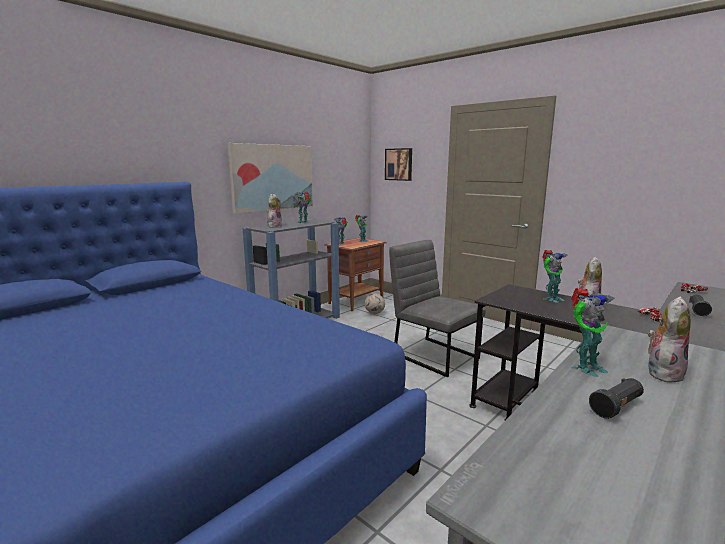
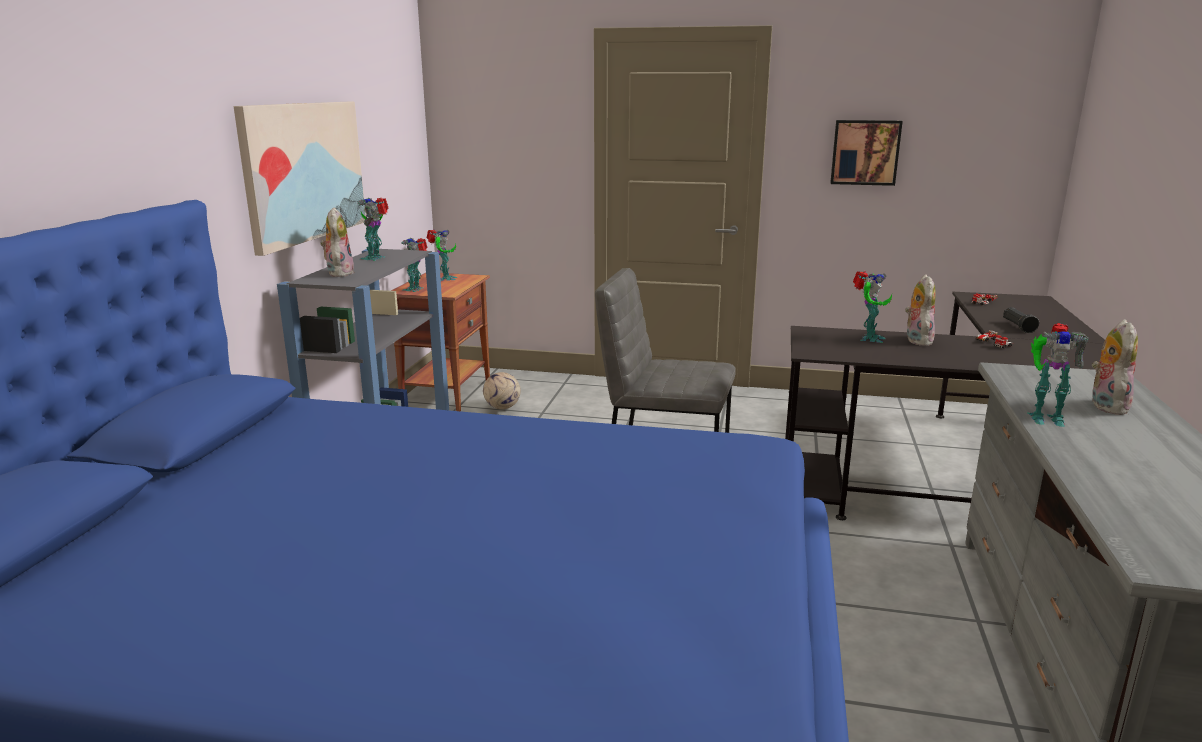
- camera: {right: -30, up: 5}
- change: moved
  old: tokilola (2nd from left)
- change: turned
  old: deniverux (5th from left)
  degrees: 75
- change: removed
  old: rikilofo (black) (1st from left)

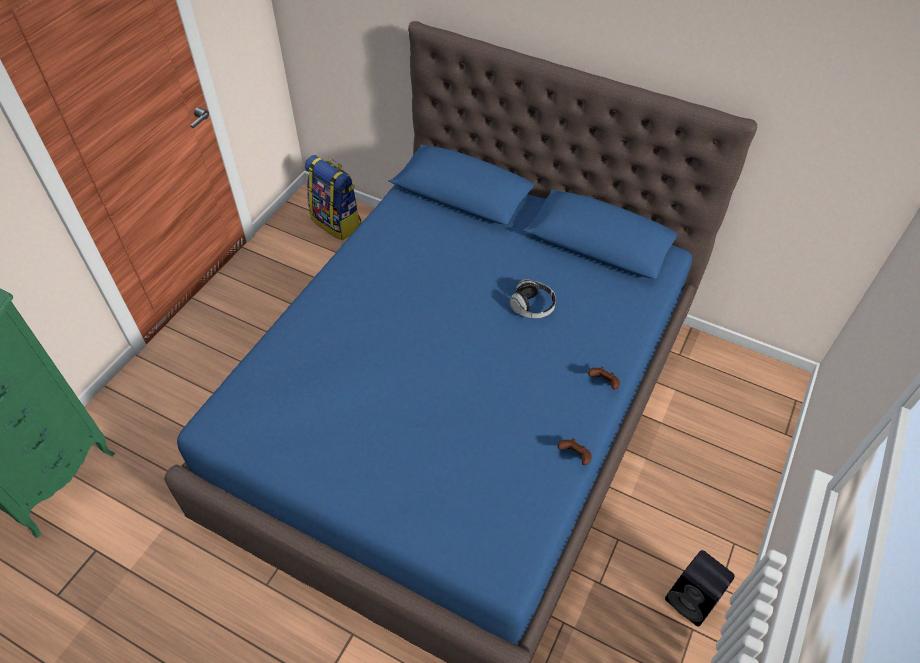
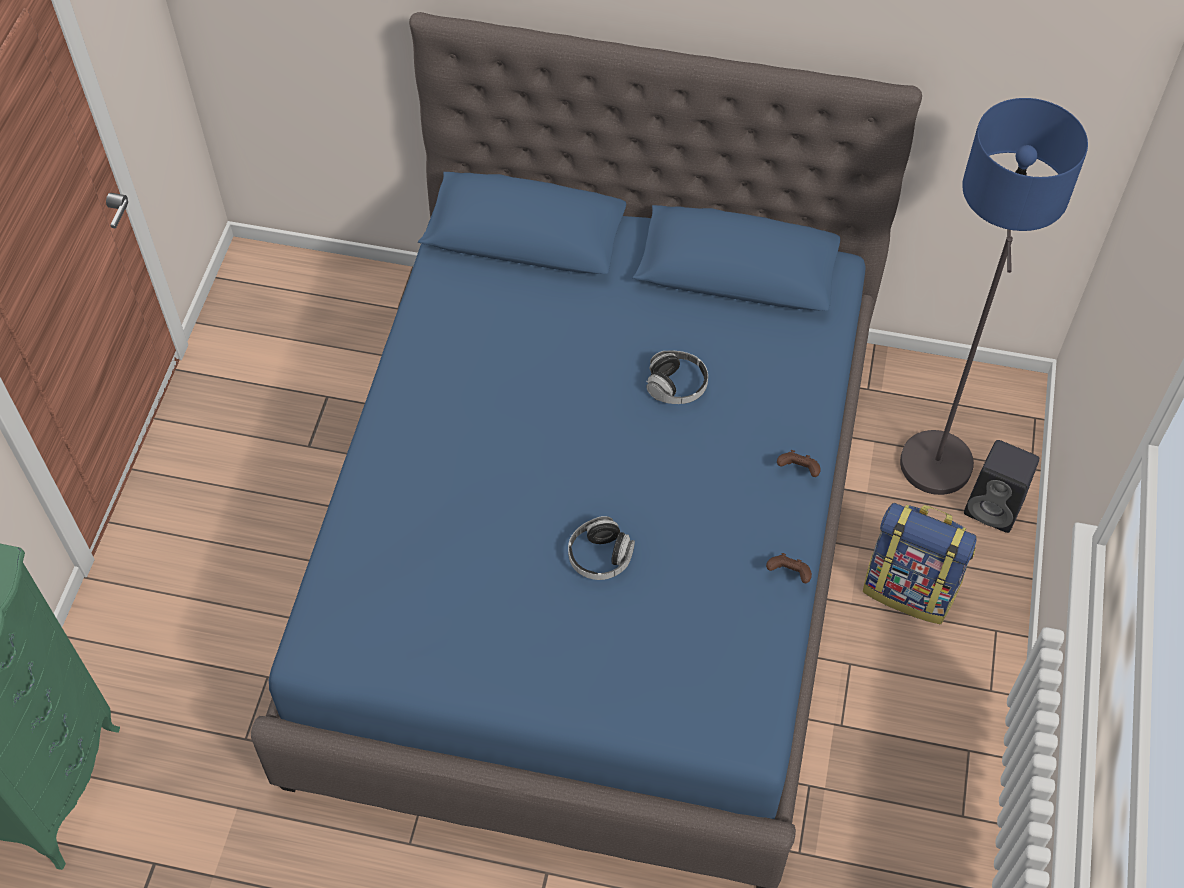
- camera: {right: -15, up: 5}
- change: moved
  old: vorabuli
- change: moved
  old: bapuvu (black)
- change: added
  new: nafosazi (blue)
- change: added
  new: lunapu (1st from left)

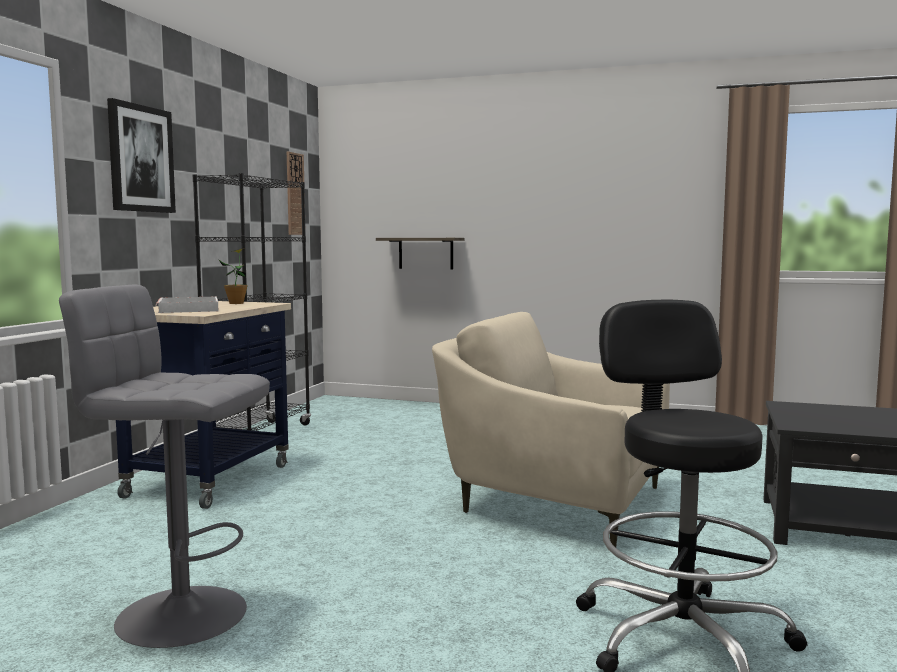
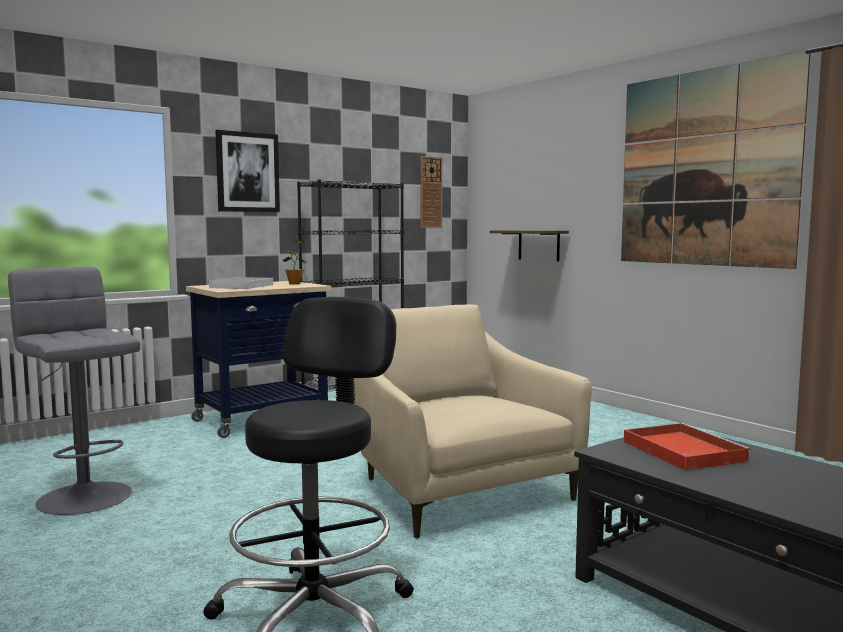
- camera: {right: 35, up: 0}
- change: added
  new: tokilola (2nd from left)
- change: added
  new: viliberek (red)

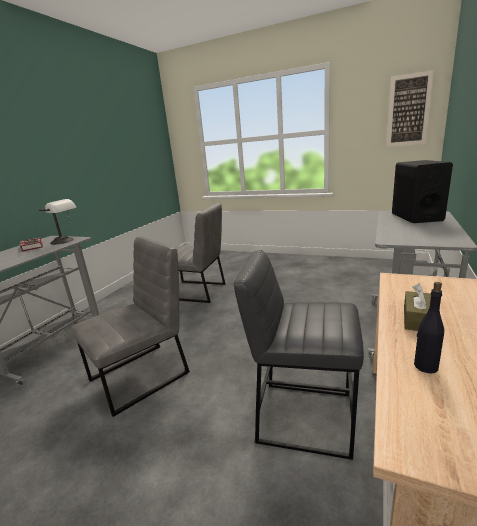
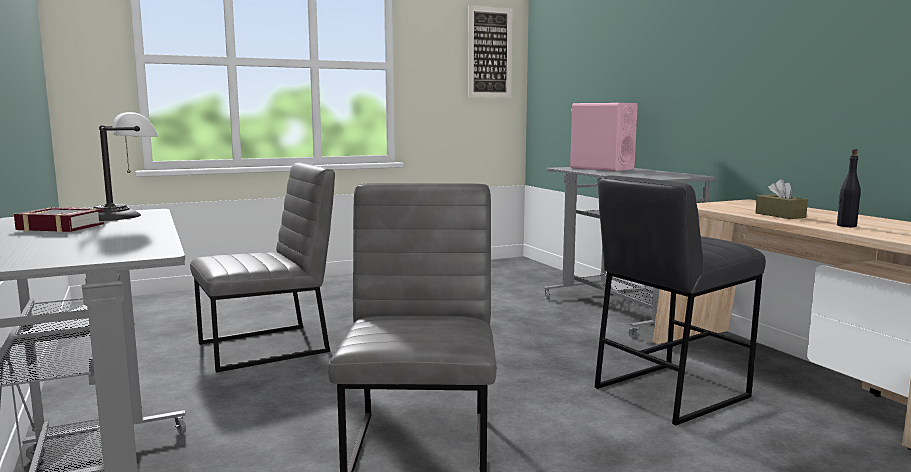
- camera: {right: -50, up: -10}
- change: recoloured
  old: bapuvu (black)
  new: bapuvu (pink)

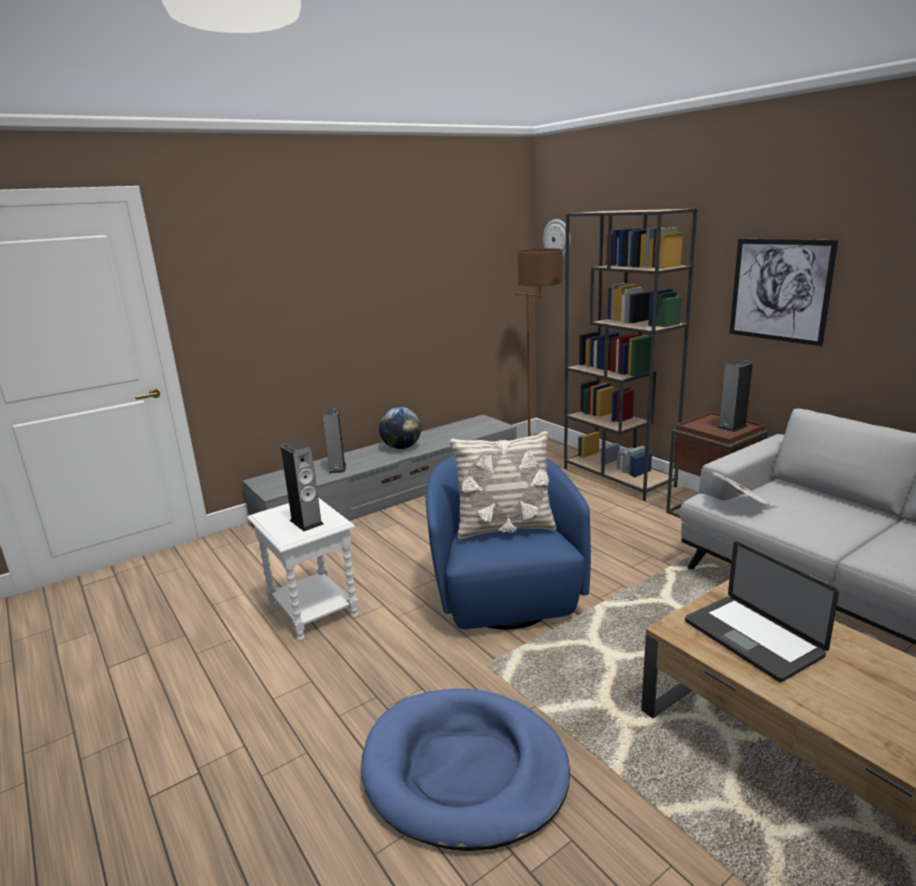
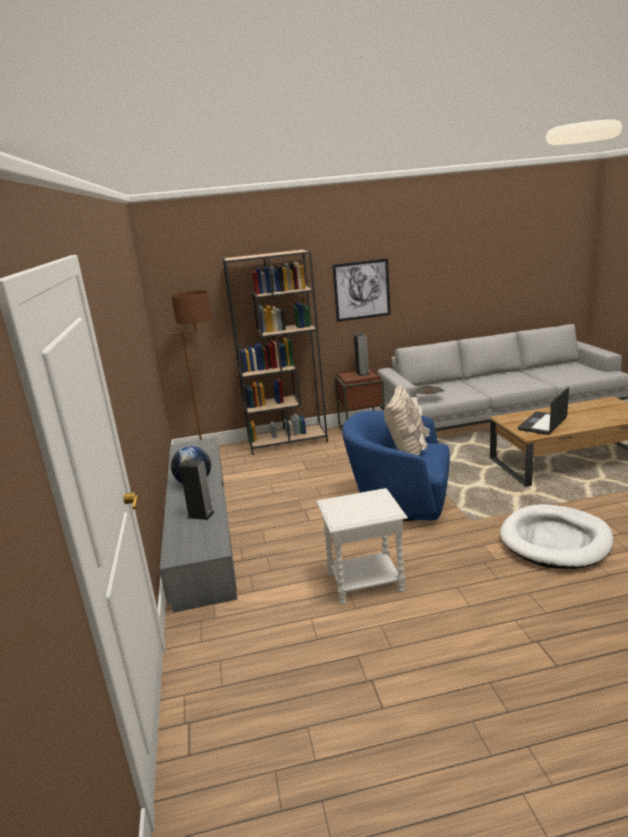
- camera: {right: -65, up: 0}
- change: removed
  old: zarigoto
- change: removed
  old: bapuvu (1st from left)
- change: turned
  old: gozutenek
  degrees: 135
- change: recoloured
  old: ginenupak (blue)
  new: ginenupak (white)

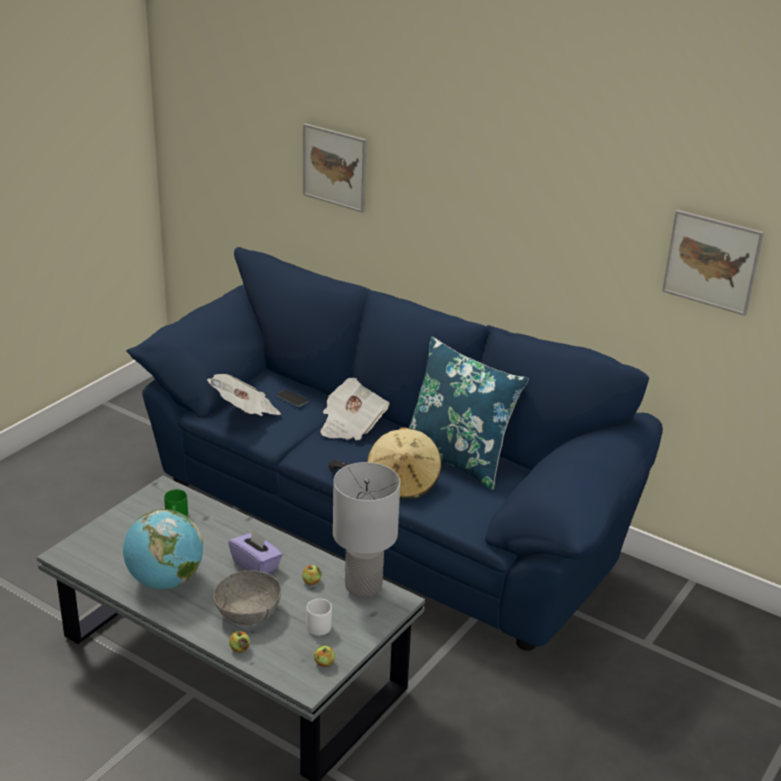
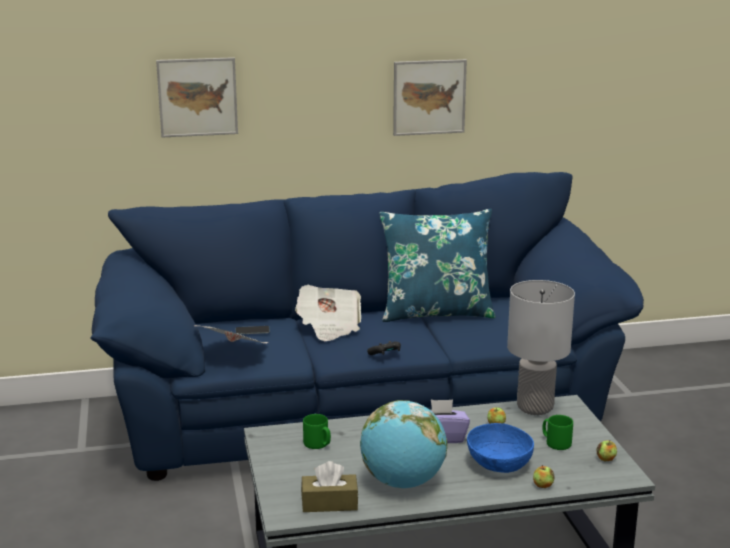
- camera: {right: -45, up: -10}
- change: moved
  old: tokilola (2nd from left)
- change: removed
  old: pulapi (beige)
- change: recoloured
  old: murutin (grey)
  new: murutin (blue)
- change: recoloured
  old: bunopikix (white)
  new: bunopikix (green) (2nd from left)
- change: added
  new: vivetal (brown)

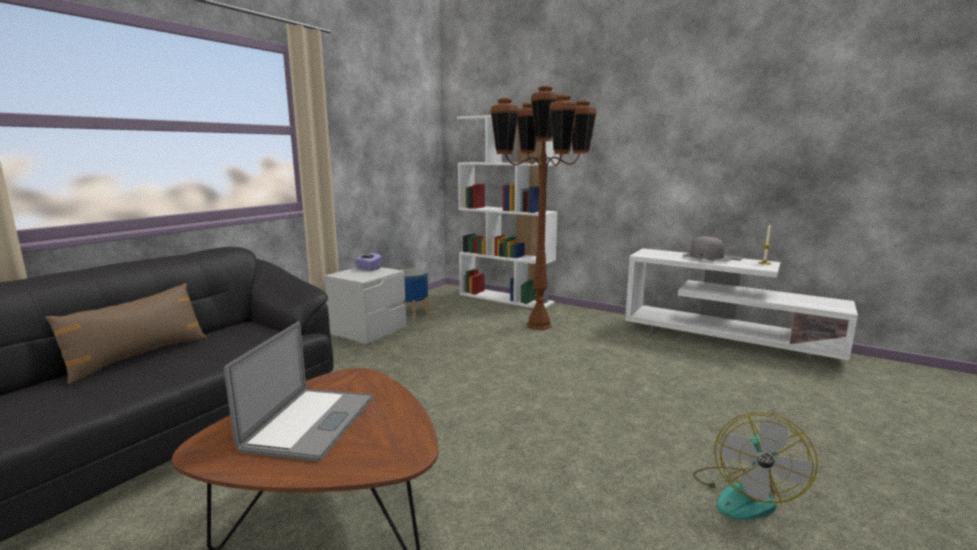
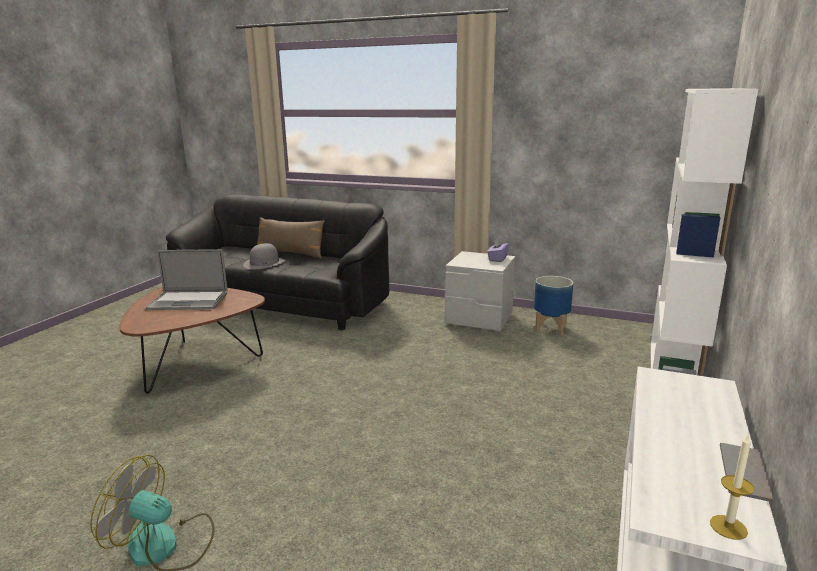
- camera: {right: 80, up: 5}
- change: removed
  old: nafosazi (brown)
- change: moved
  old: pulapi (grey)

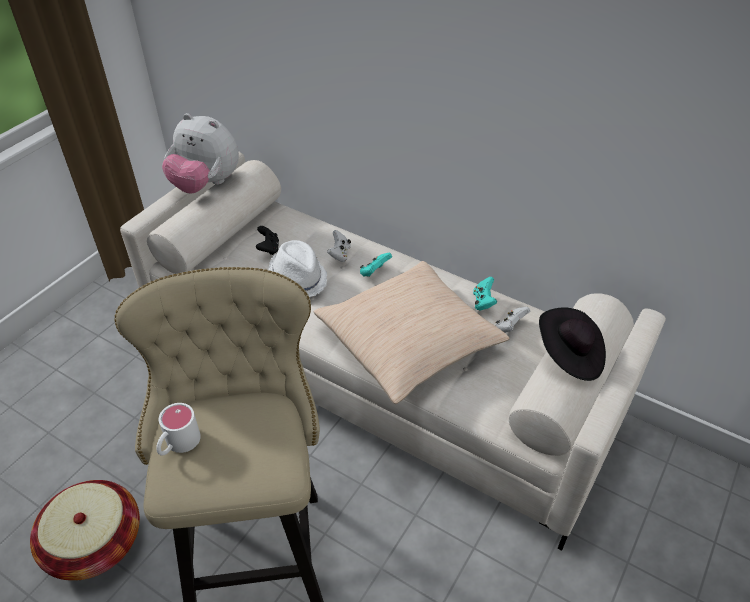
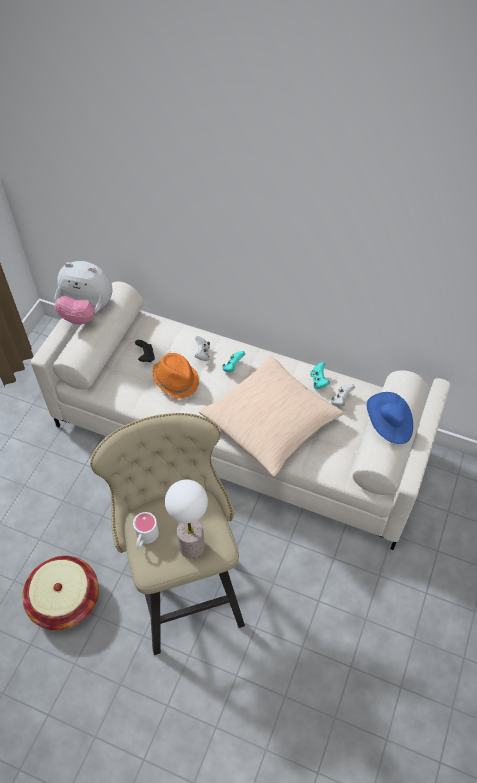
- camera: {right: -10, up: 10}
- change: recoloured
  old: pulapi (white)
  new: pulapi (orange)
- change: recoloured
  old: pulapi (black)
  new: pulapi (blue)
- change: added
  new: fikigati

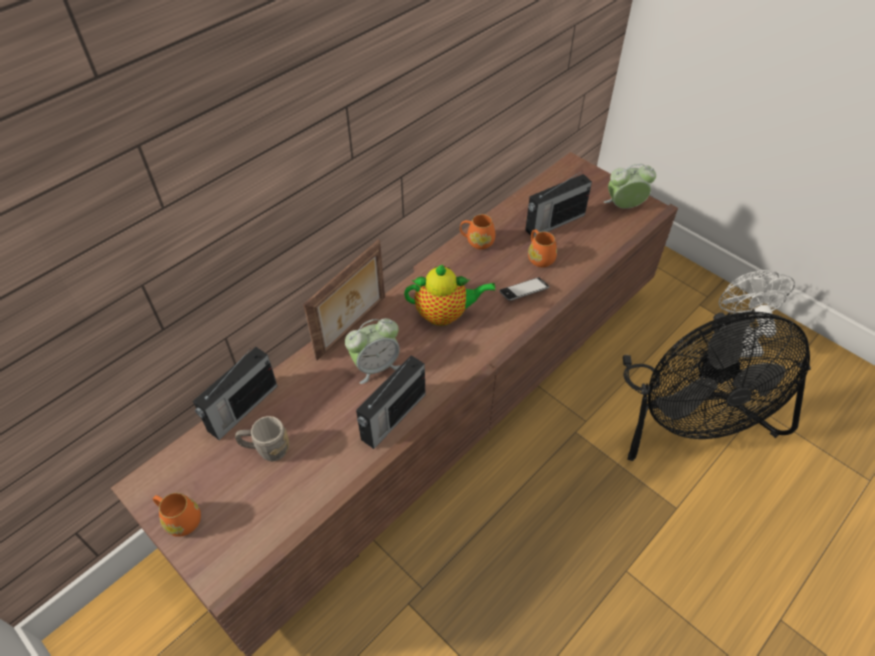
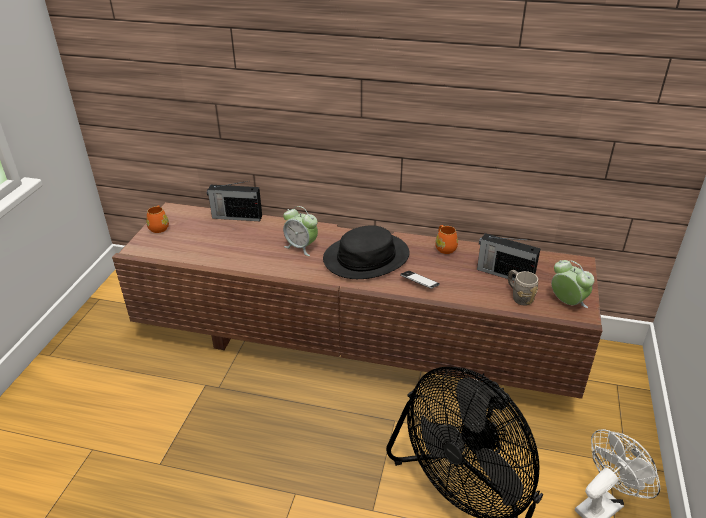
- camera: {right: 60, up: -15}
- change: removed
  old: bunopikix (orange) (3rd from left)
- change: removed
  old: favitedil
- change: replaced
  old: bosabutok
  new: pulapi (black)
- change: removed
  old: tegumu (2nd from left)
- change: moved
  old: bunopikix (grey)

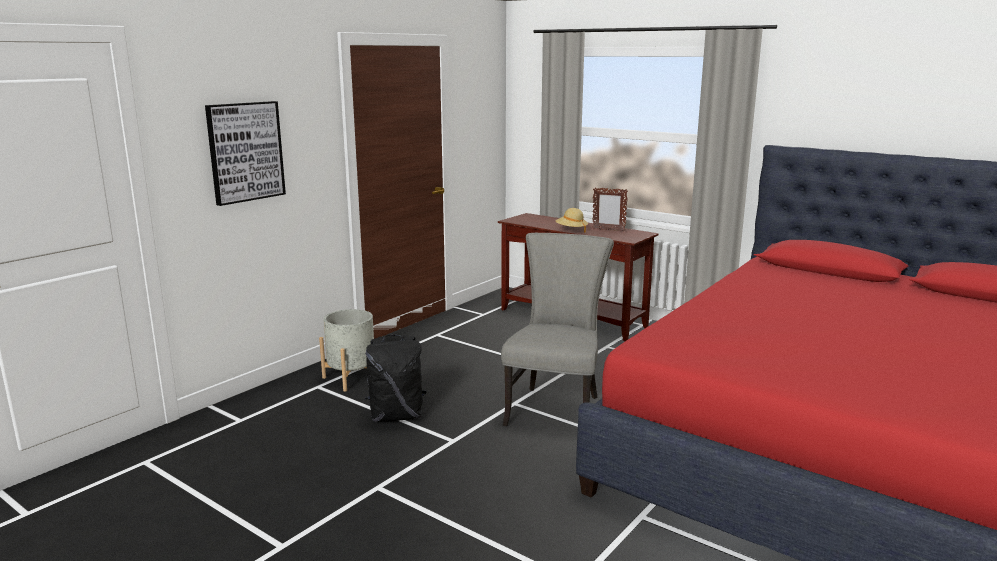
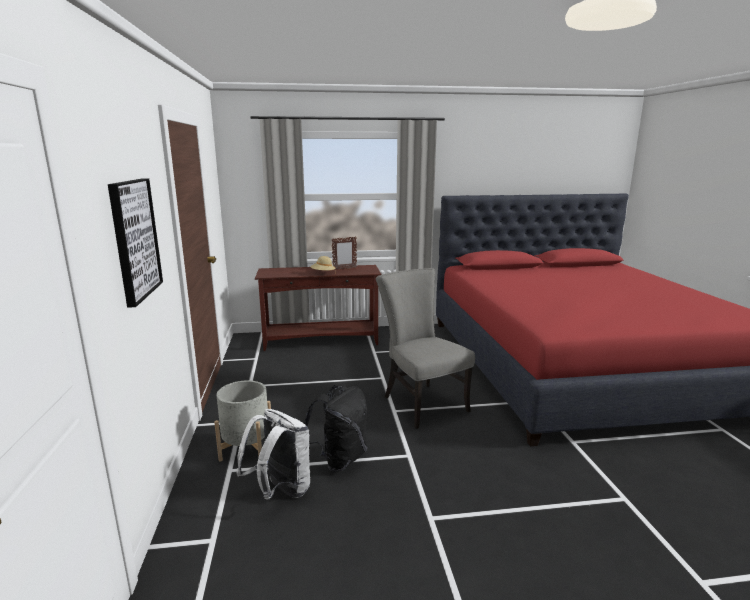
- camera: {right: -45, up: 0}
- change: added
  new: vorabuli (white)

